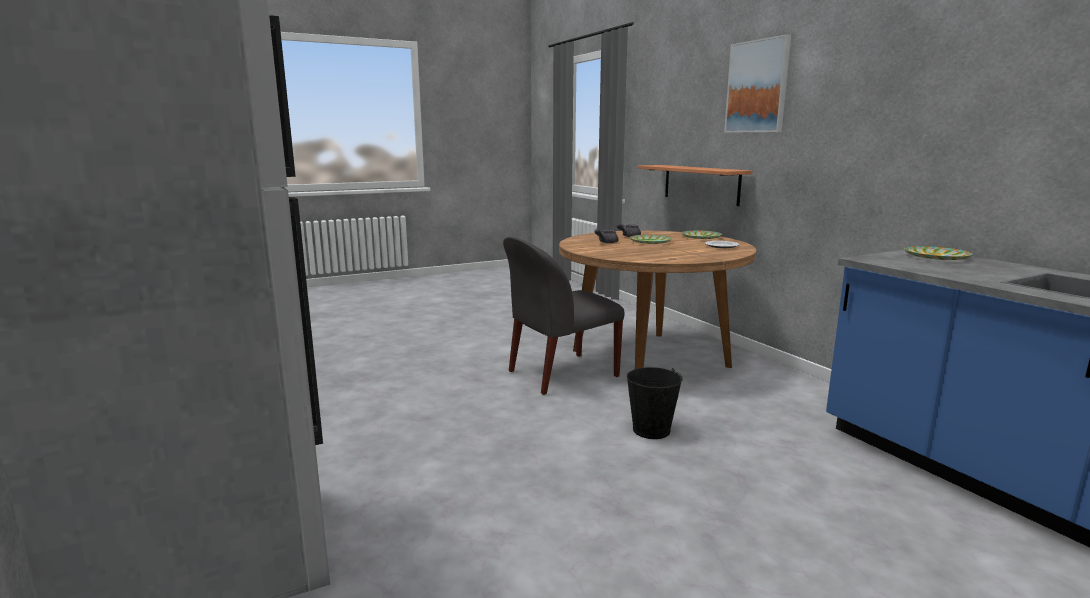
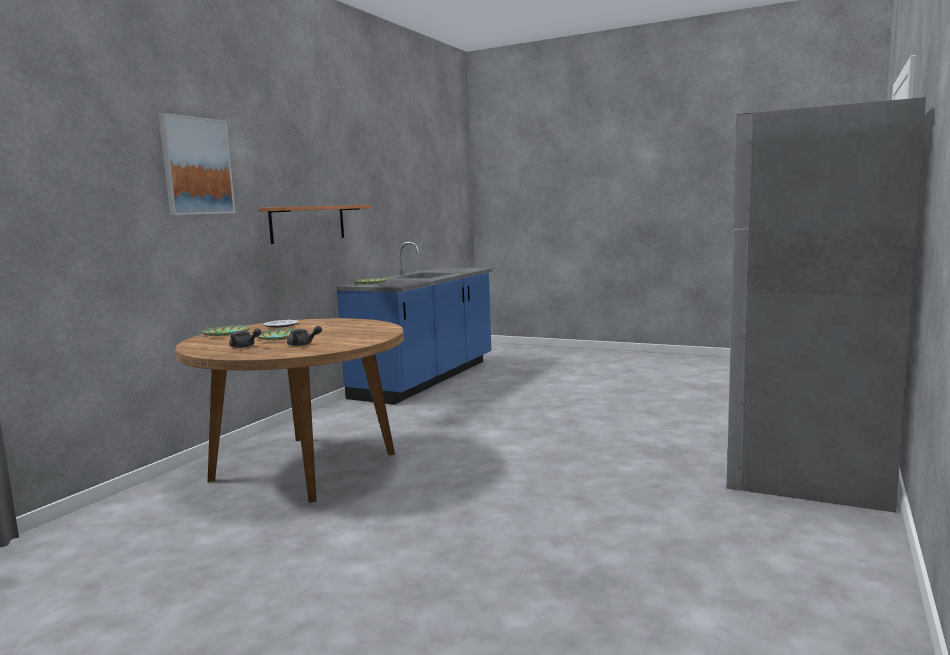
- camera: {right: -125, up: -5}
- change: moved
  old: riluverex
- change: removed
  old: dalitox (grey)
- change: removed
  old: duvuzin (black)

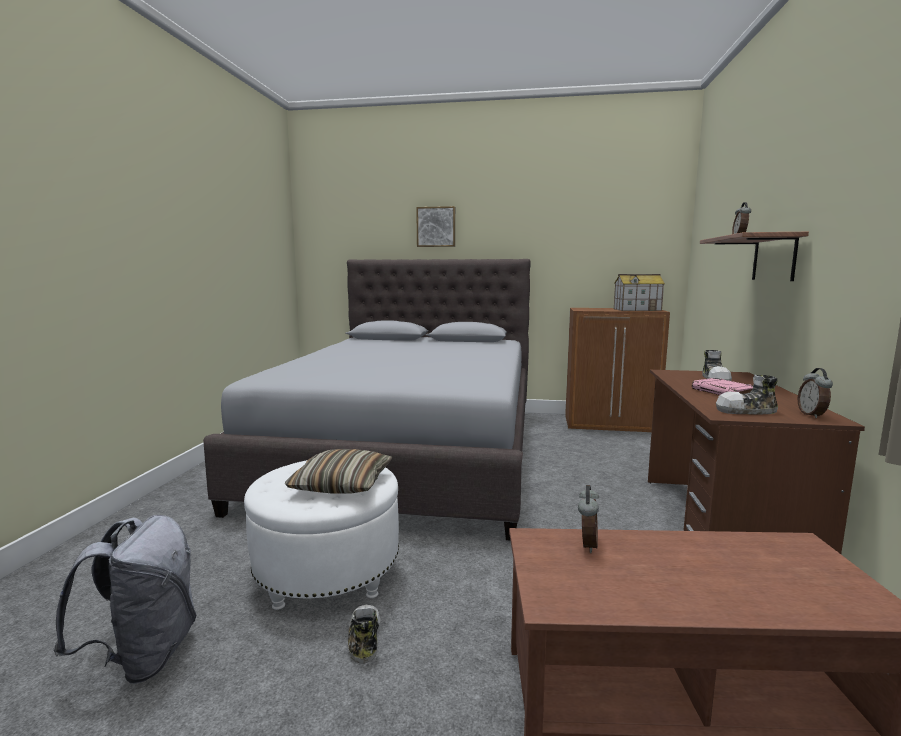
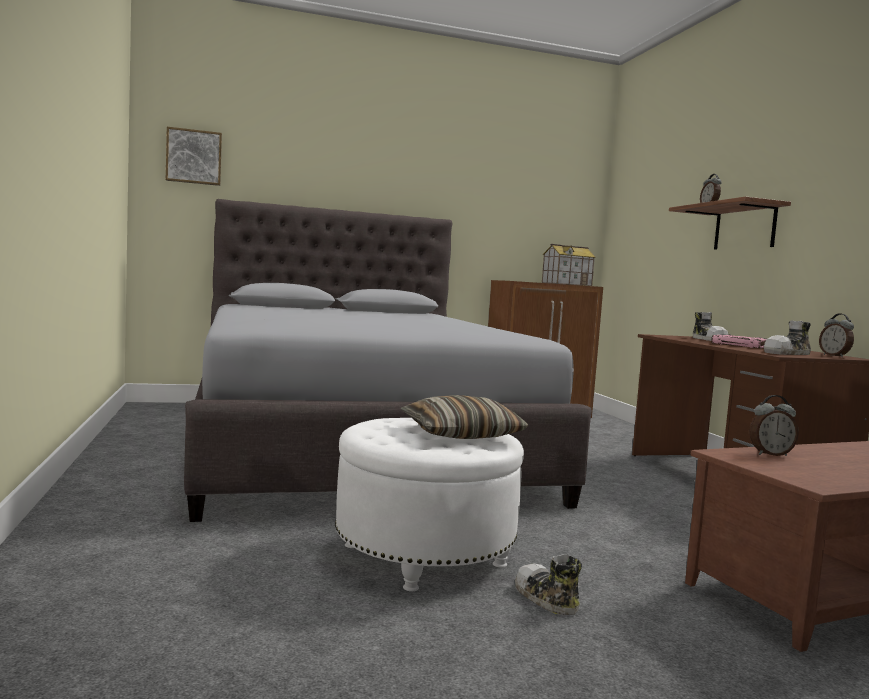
- camera: {right: -25, up: -5}
- change: moved
  old: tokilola
- change: turned
  old: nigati (1st from left in the first image)
  degrees: 90
- change: removed
  old: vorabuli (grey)

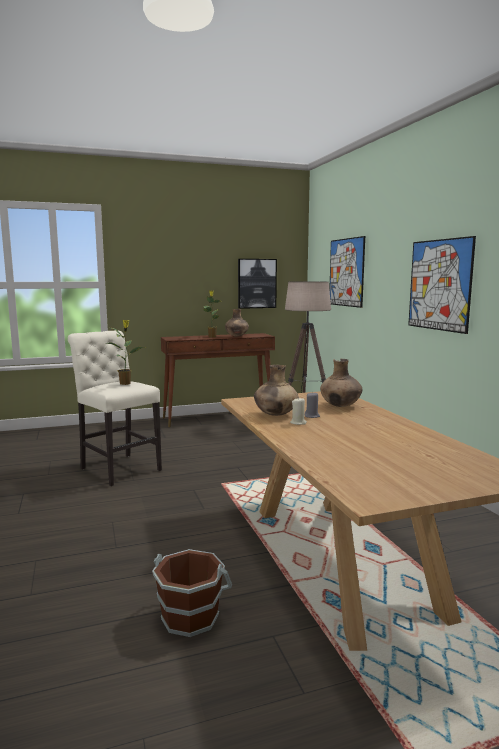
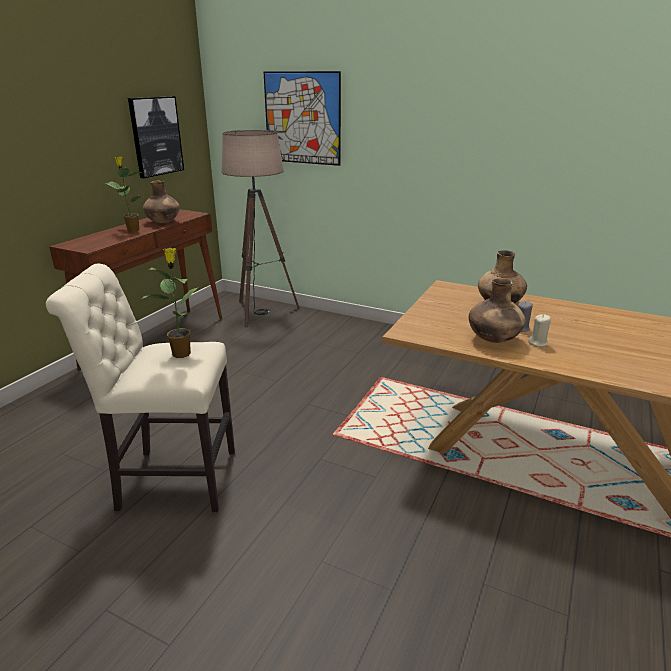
- camera: {right: -45, up: 15}
- change: removed
  old: tokilola (3rd from left)
- change: removed
  old: duvuzin (brown)

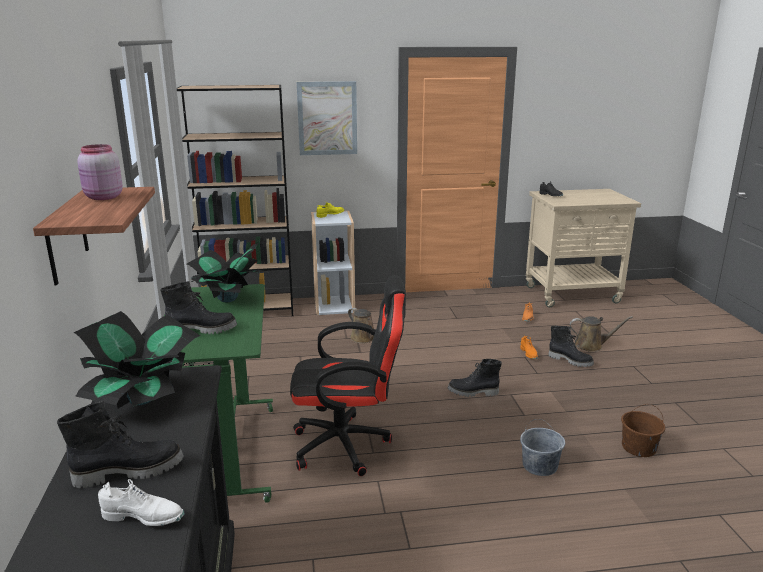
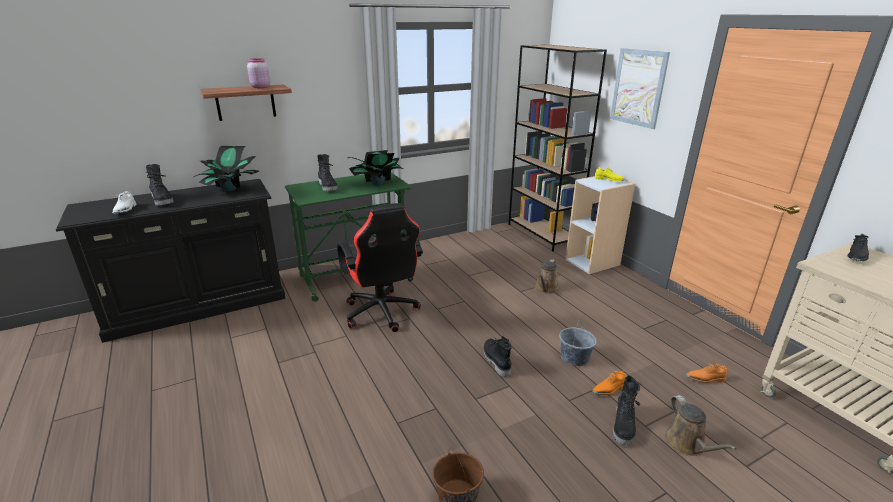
- camera: {right: 70, up: 5}
- change: moved
  old: duvuzin (grey)

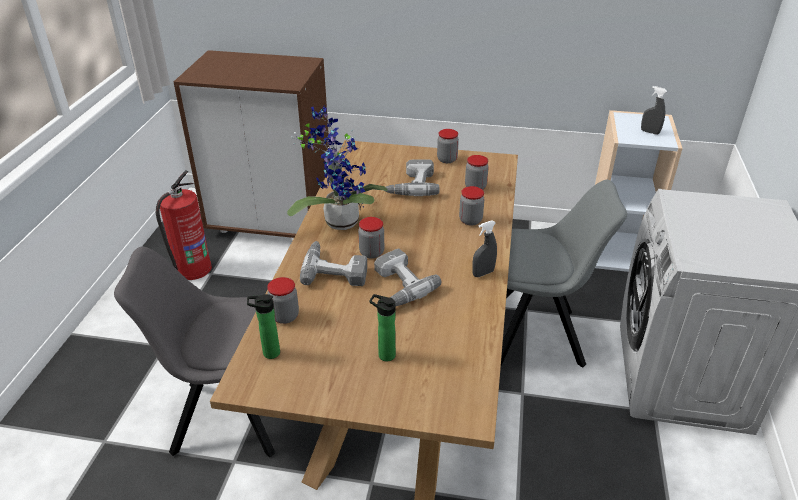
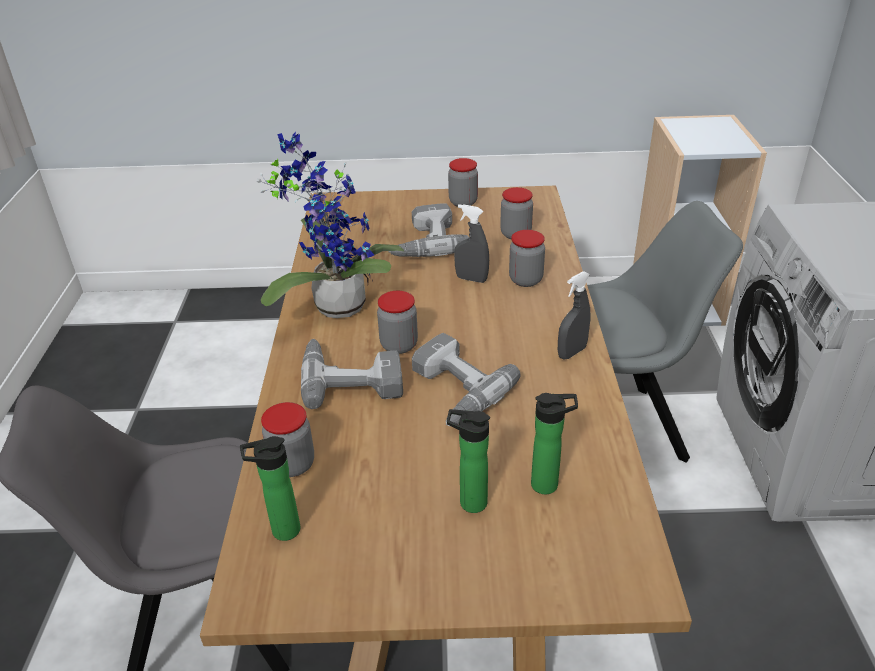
- camera: {right: -10, up: 0}
- change: removed
  old: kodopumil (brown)
- change: moved
  old: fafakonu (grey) (2nd from left in the first image)
  new: fafakonu (grey) (1st from left)
- change: removed
  old: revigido
- change: added
  new: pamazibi (3rd from left)

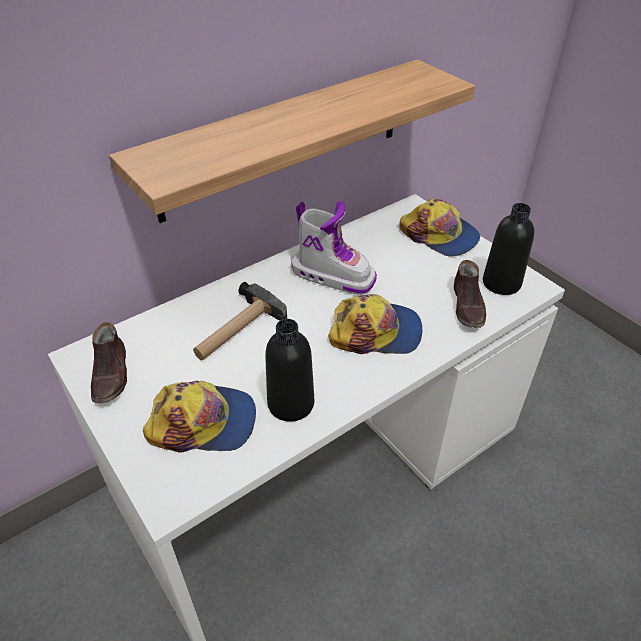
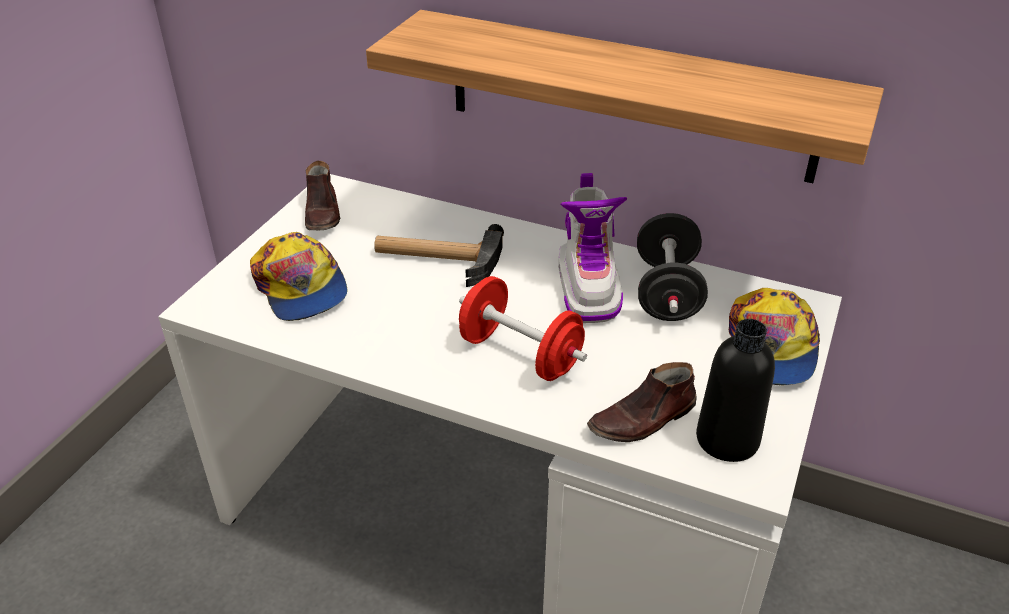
- camera: {right: 60, up: -5}
- change: replaced
  old: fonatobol (2nd from left)
  new: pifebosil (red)
- change: removed
  old: pamazibi (black) (1st from left)
- change: turned
  old: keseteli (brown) (1st from left)
  degrees: -60
- change: added
  new: pifebosil (black)

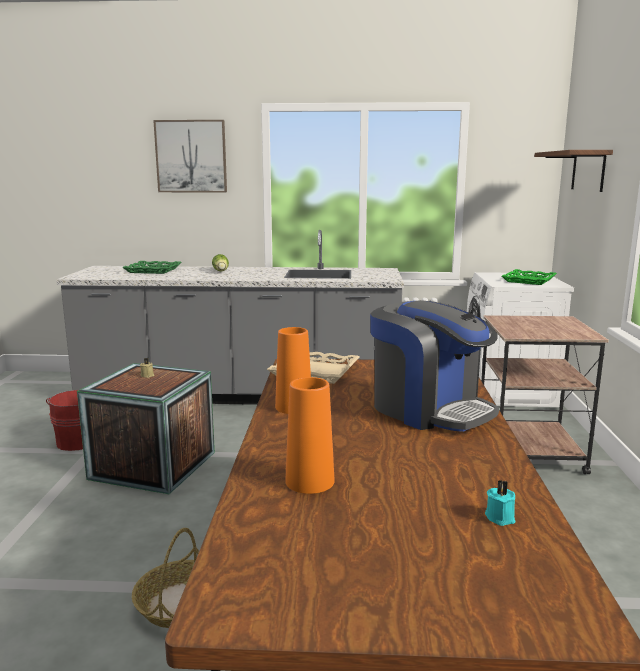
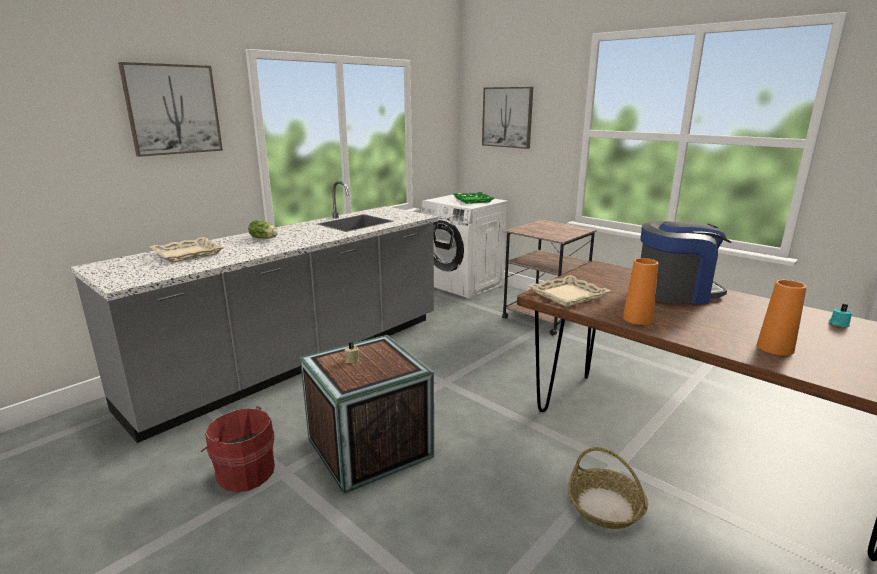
- camera: {right: -50, up: 5}
- change: replaced
  old: riluverex
  new: tokilola (2nd from left)
- change: recoloured
  old: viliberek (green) (1st from left)
  new: viliberek (beige) (1st from left)

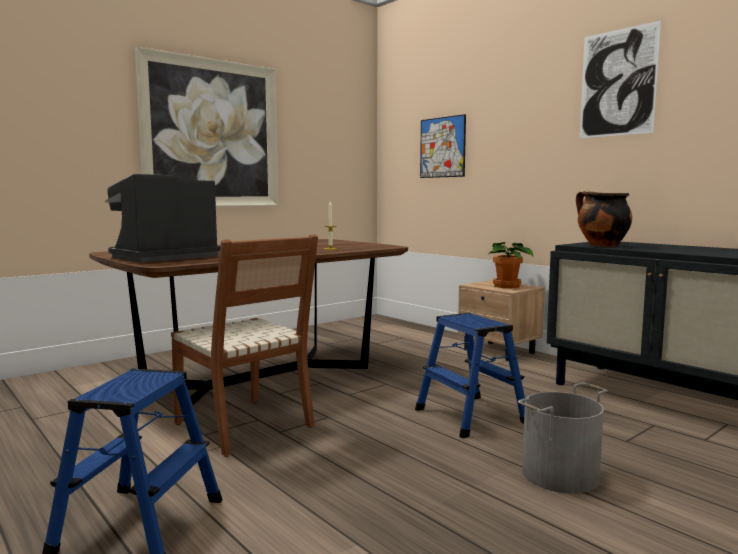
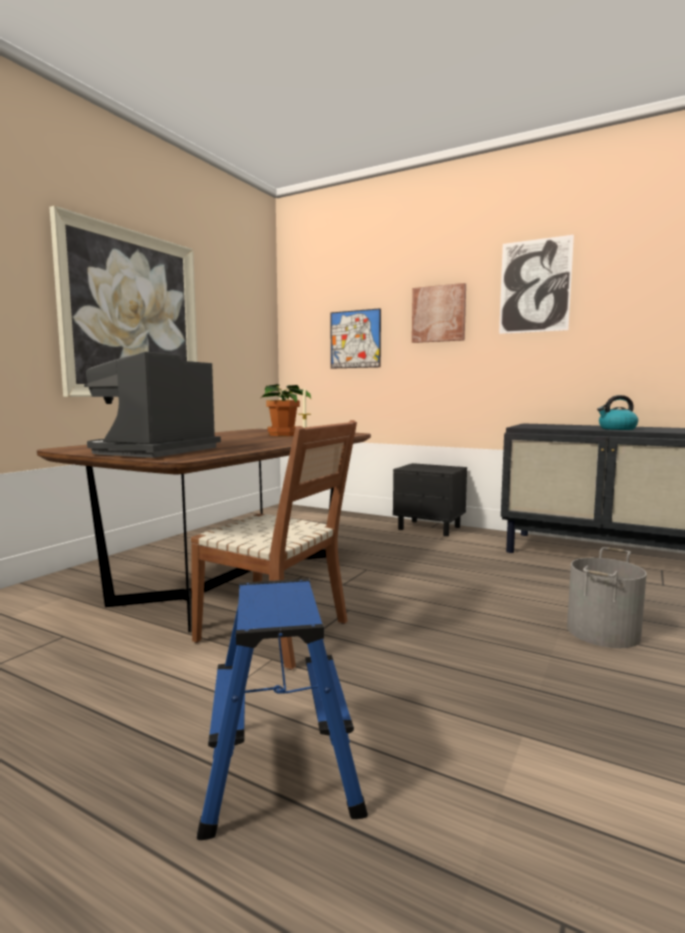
- camera: {right: -20, up: 0}
- change: removed
  old: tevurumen
- change: moved
  old: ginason
- change: recoloured
  old: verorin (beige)
  new: verorin (black)
- change: removed
  old: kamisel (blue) (2nd from left)
- change: added
  new: tokilola (3rd from left)
- change: added
  new: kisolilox

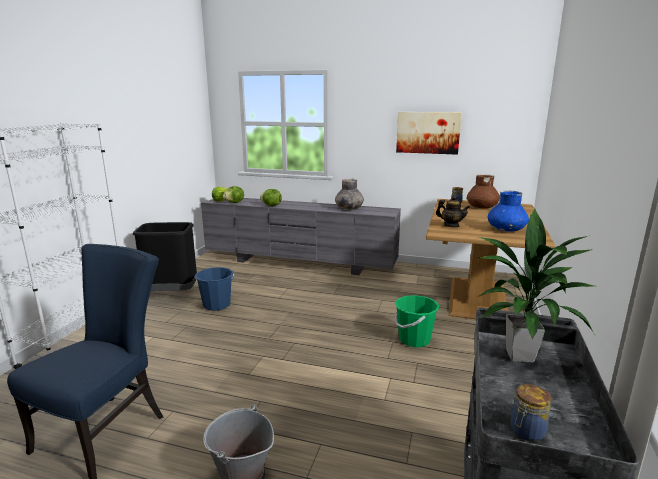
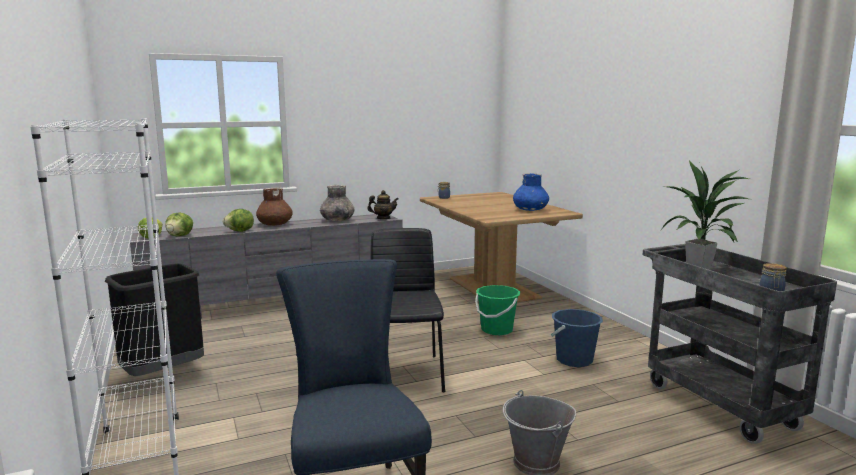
- camera: {right: -40, up: -5}
- change: removed
  old: tokilola
- change: moved
  old: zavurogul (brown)
- change: moved
  old: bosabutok
- change: moved
  old: duvuzin (blue)
- change: added
  new: dalitox (black)

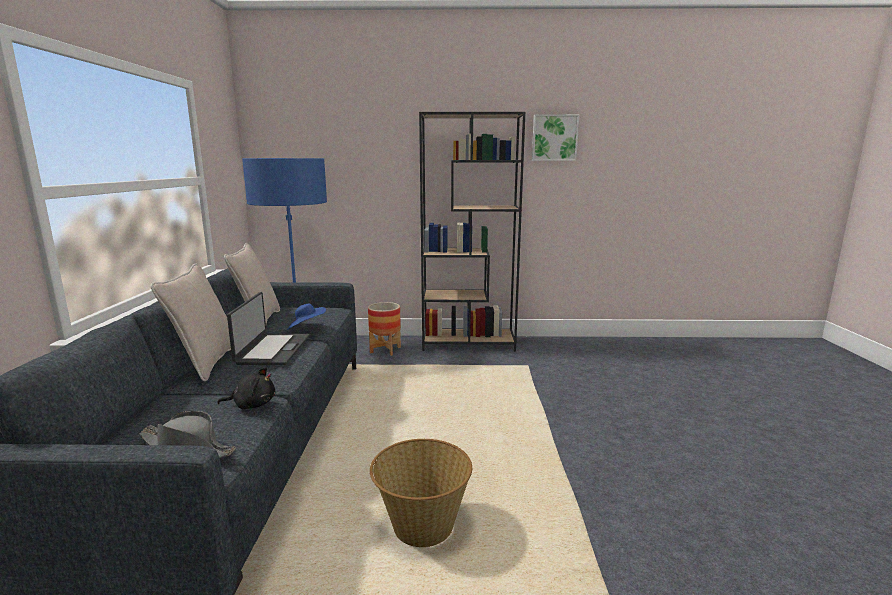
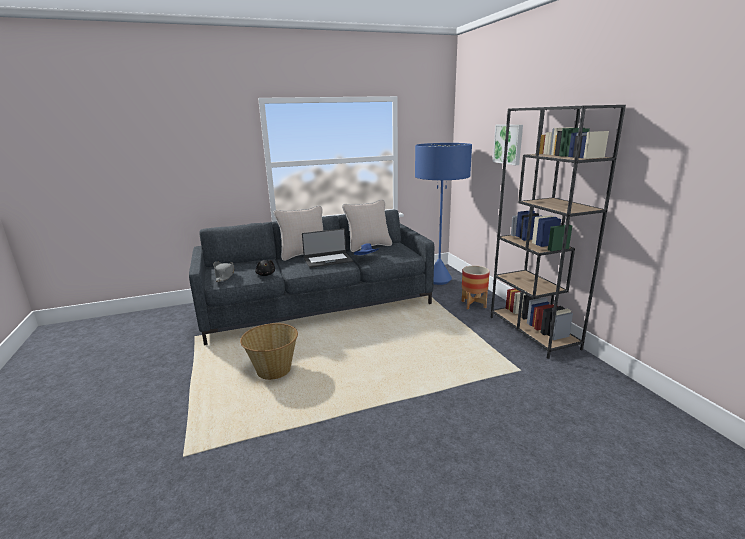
- camera: {right: 70, up: 5}
- change: moved
  old: tokilola

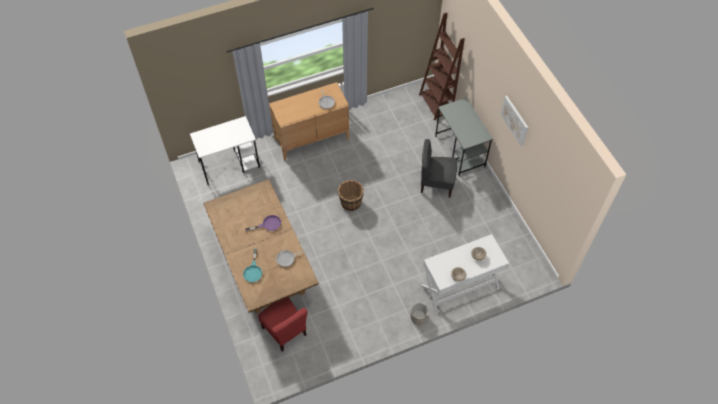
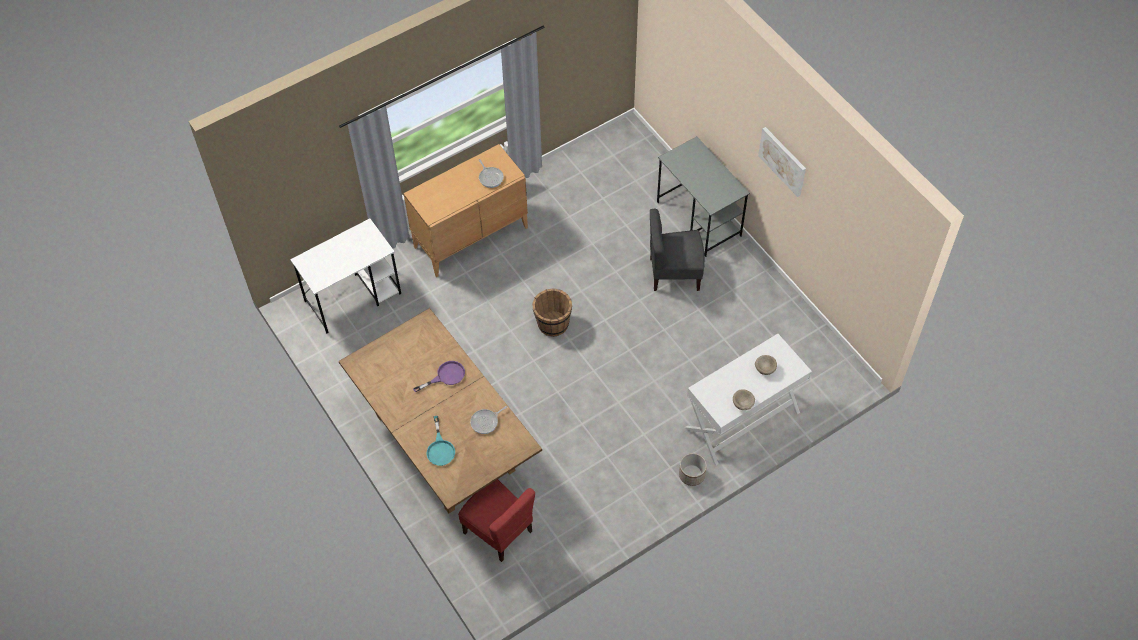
- camera: {right: -10, up: 0}
- change: removed
  old: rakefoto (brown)

